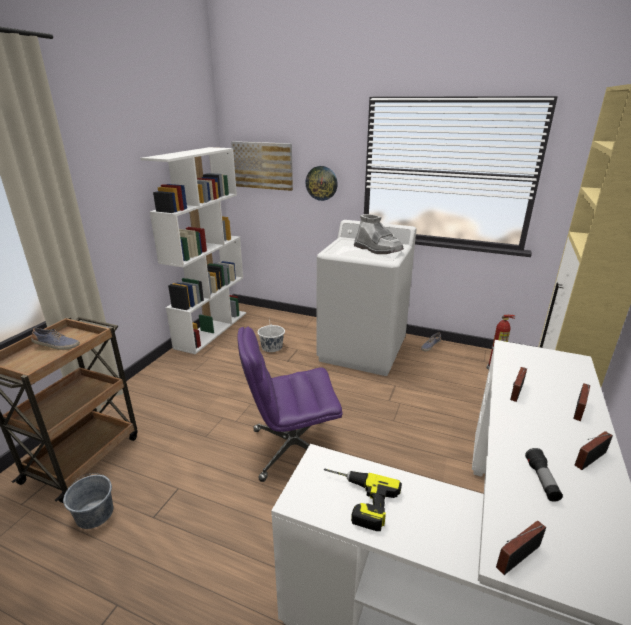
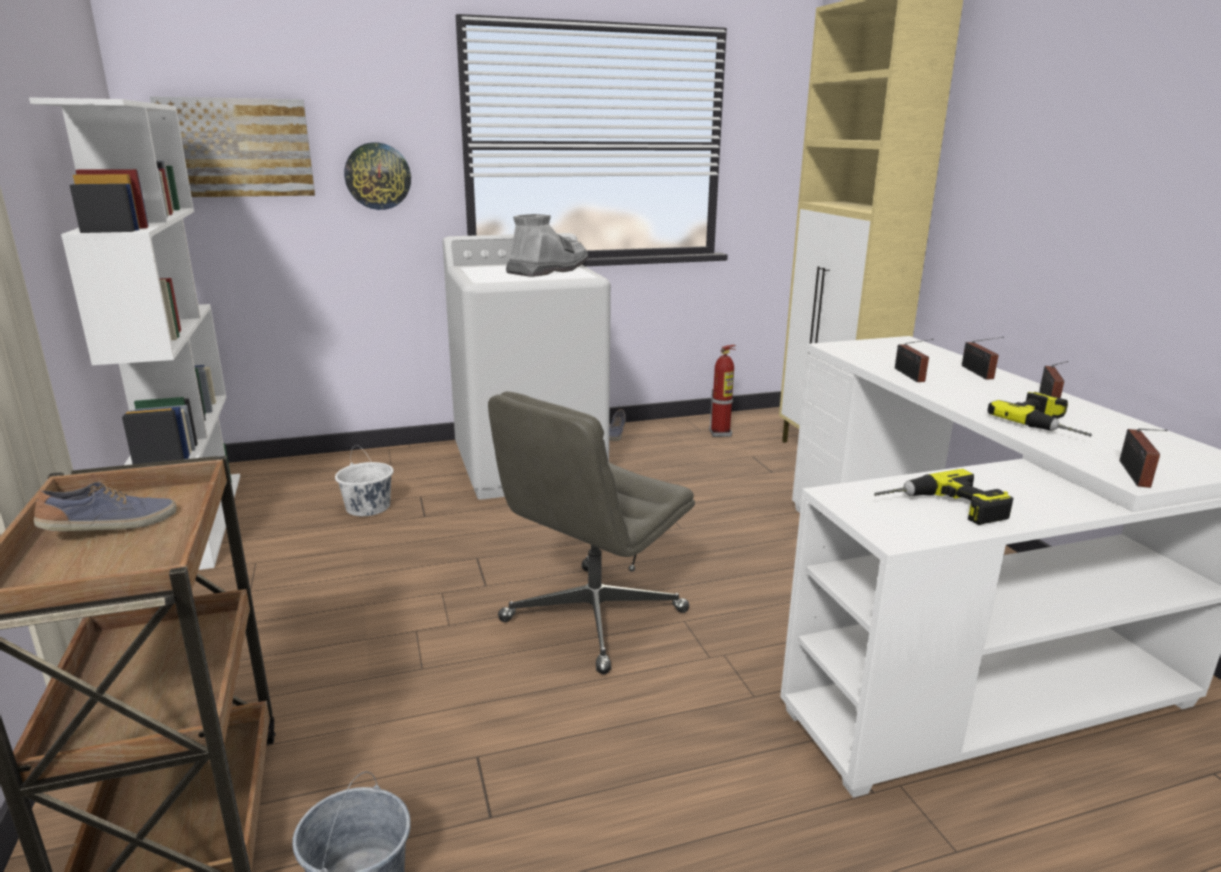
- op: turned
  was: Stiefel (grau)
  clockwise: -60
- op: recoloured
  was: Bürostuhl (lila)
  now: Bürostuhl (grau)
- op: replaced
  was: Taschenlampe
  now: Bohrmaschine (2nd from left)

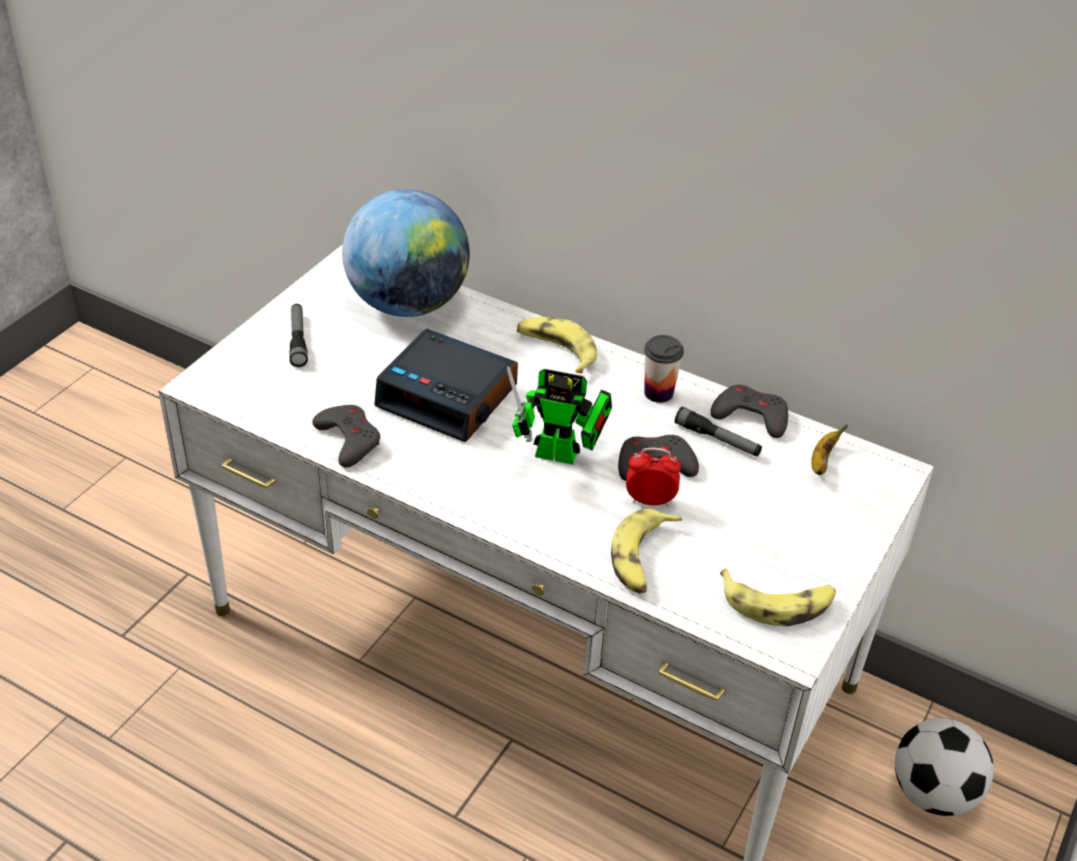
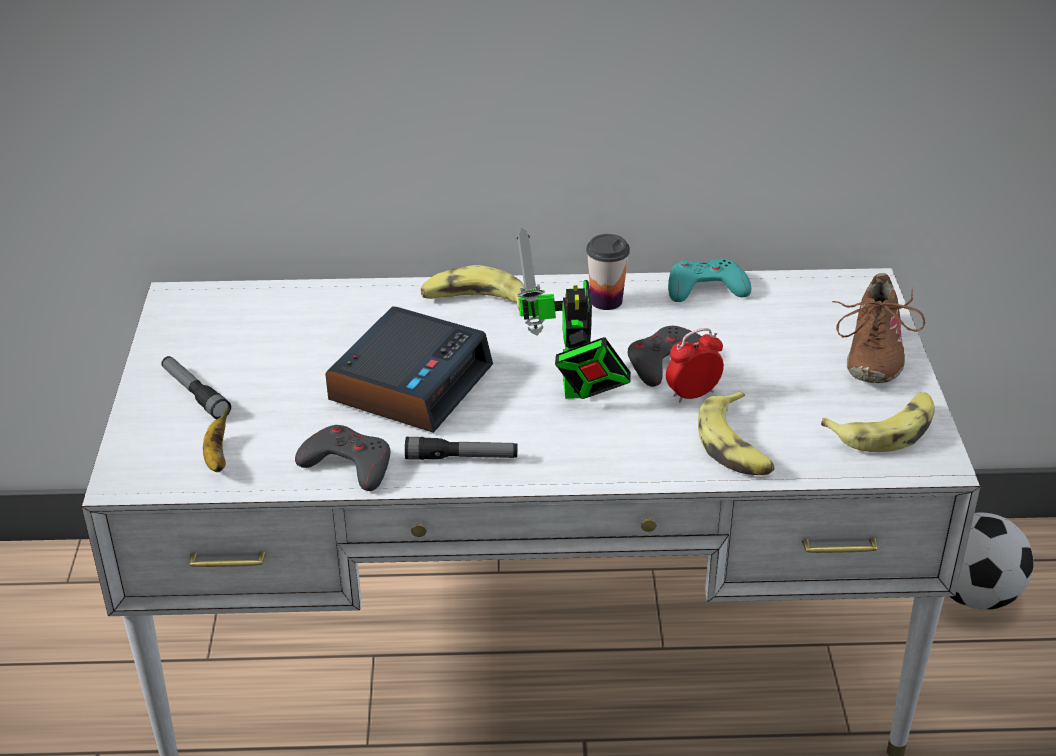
- op: removed
  was: Globus
- op: turned
  was: Wecker (1st from left)
  clockwise: -60
- op: turned
  was: Spielzeugroboter
  clockwise: 105
- op: recoloured
  was: Gamepad (grau) (3rd from left)
  now: Gamepad (türkis)
- op: moved
  was: Taschenlampe (2nd from left)
- op: moved
  was: Banane (4th from left in the first image)
  now: Banane (1st from left)
- op: added
  now: Schuh (braun)

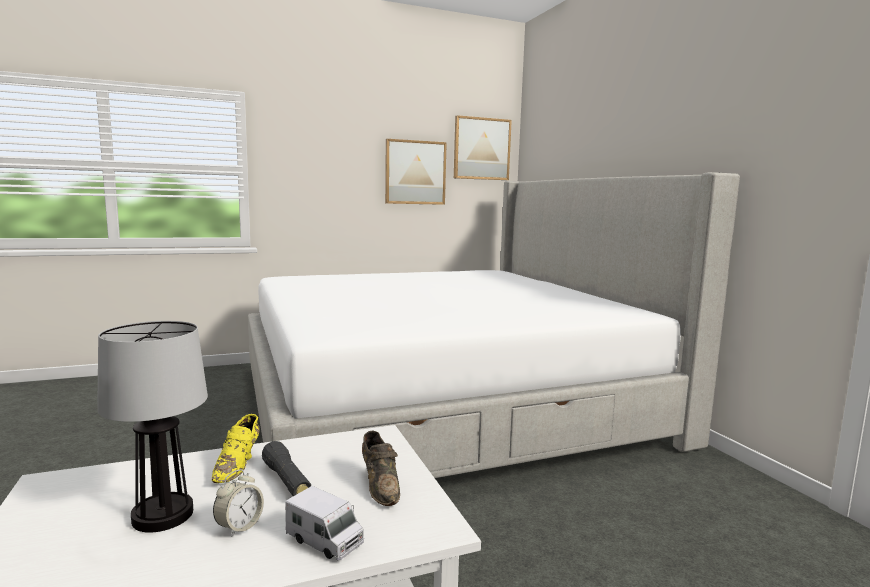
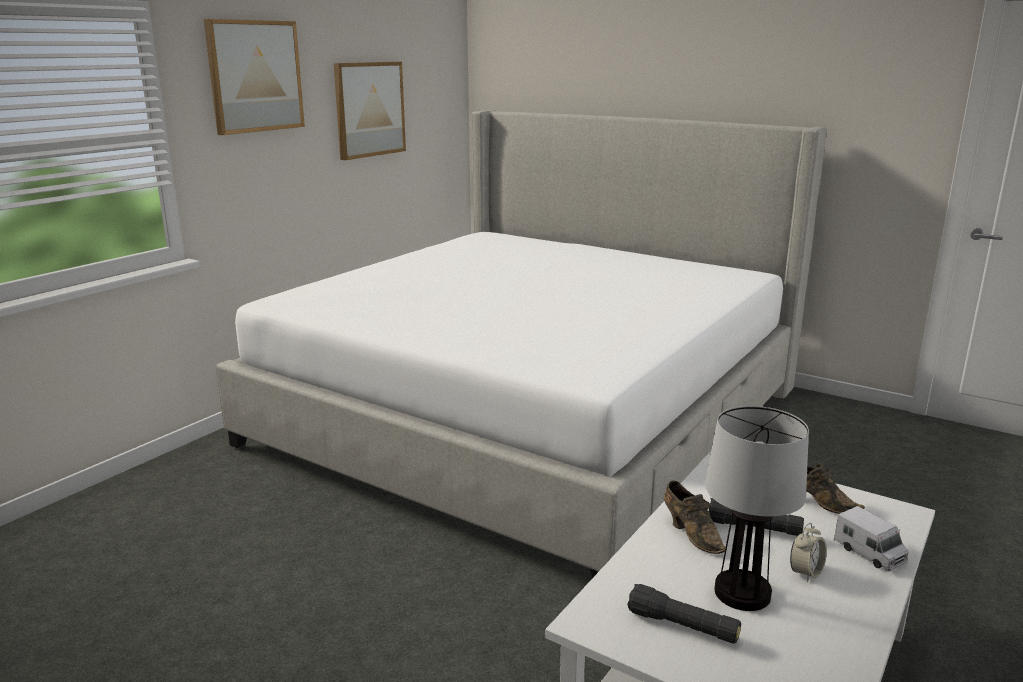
- op: moved
  was: Bild (2nd from left in the first image)
  now: Bild (1st from left)
- op: recoloured
  was: Schuh (gelb)
  now: Schuh (braun) (1st from left)
- op: turned
  was: Wecker
  clockwise: 45
- op: turned
  was: Spielzeuglaster
  clockwise: 60
- op: added
  now: Taschenlampe (schwarz) (1st from left)

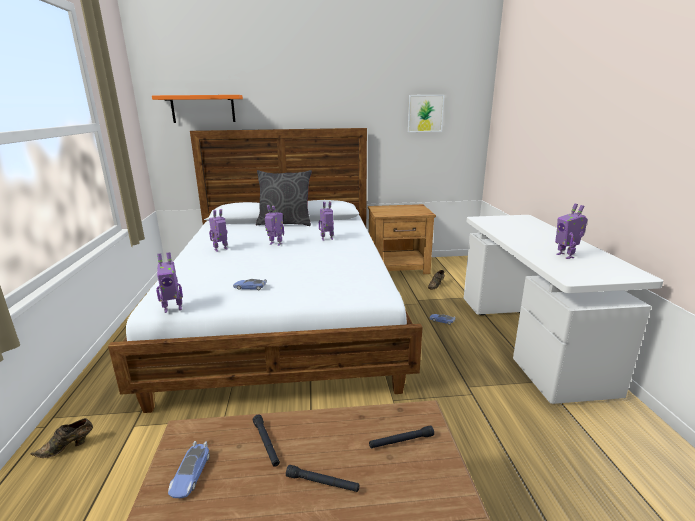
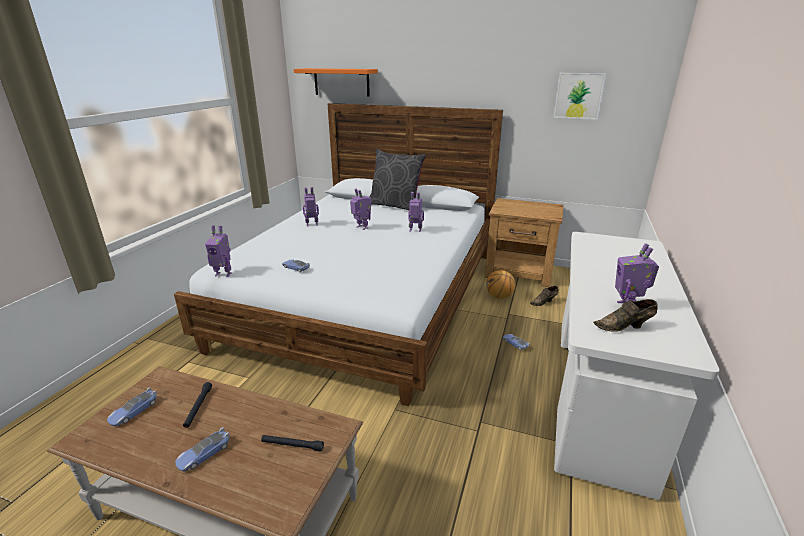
- op: moved
  was: Schuh (braun) (1st from left in the first image)
  now: Schuh (braun) (2nd from left)
- op: replaced
  was: Taschenlampe (schwarz) (2nd from left)
  now: Spielzeugauto (2nd from left)
- op: added
  now: Basketball

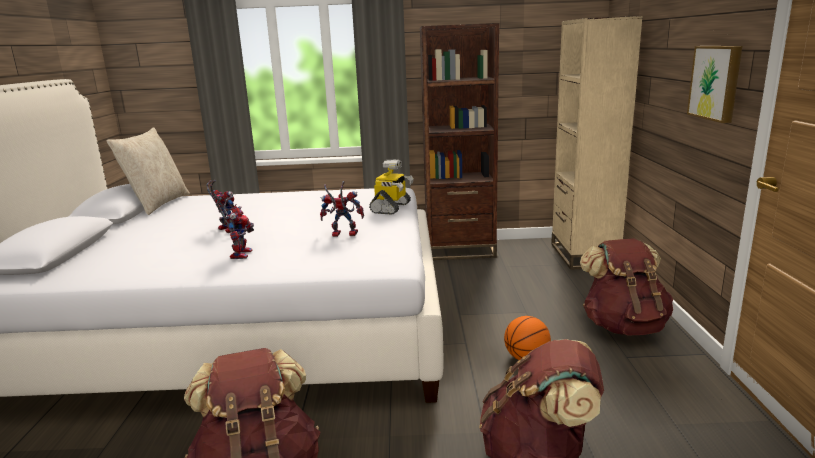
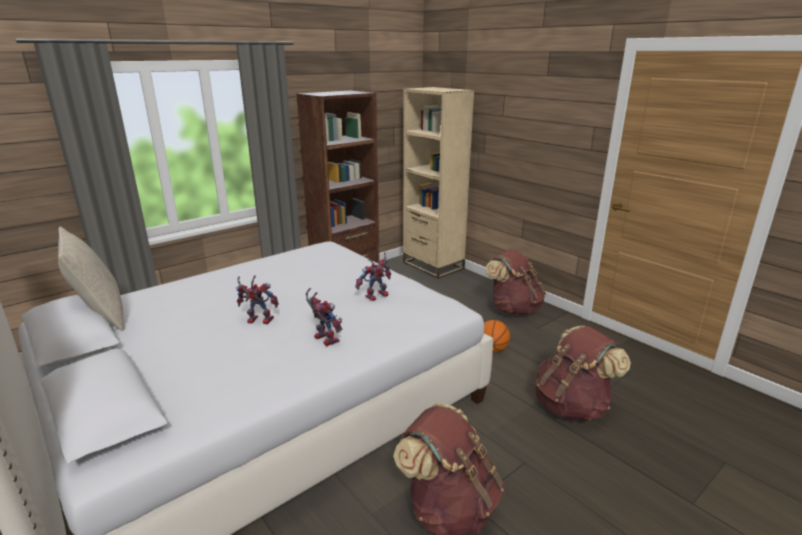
- op: removed
  was: Bild
- op: removed
  was: Spielzeugroboter (4th from left)

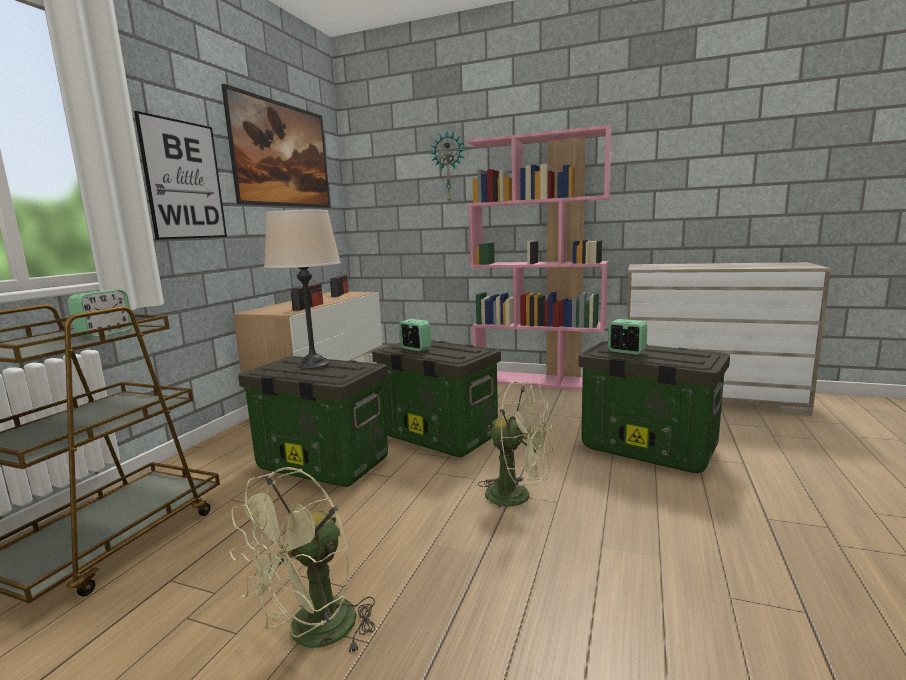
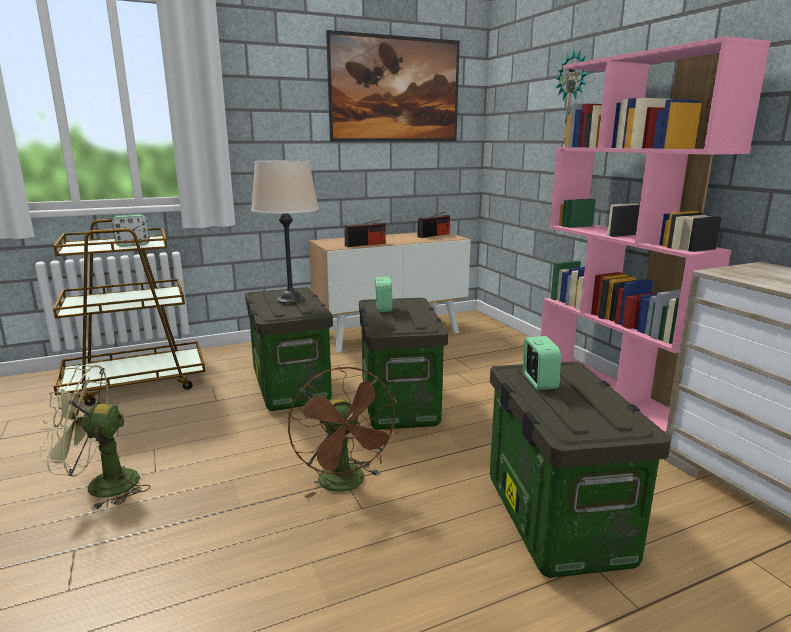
- op: removed
  was: Bild (1st from left)
- op: recoloured
  was: Ventilator (grün) (2nd from left)
  now: Ventilator (braun)

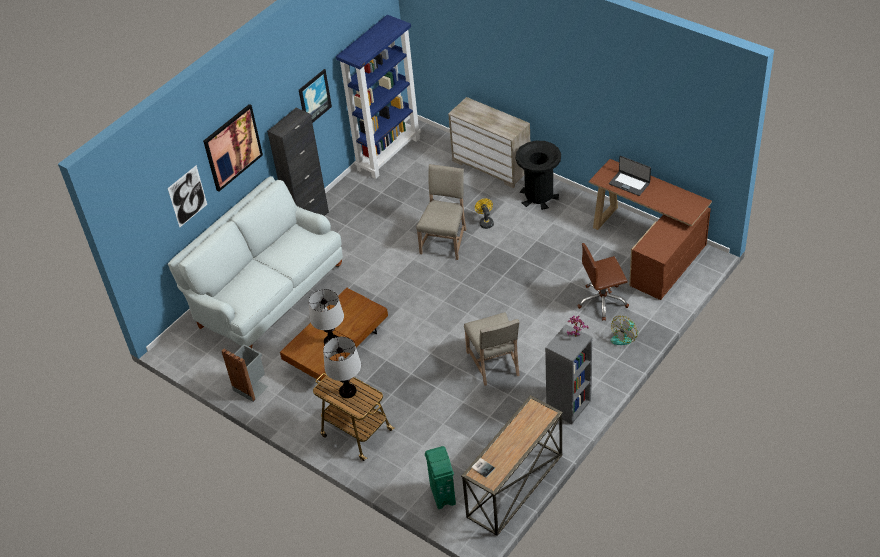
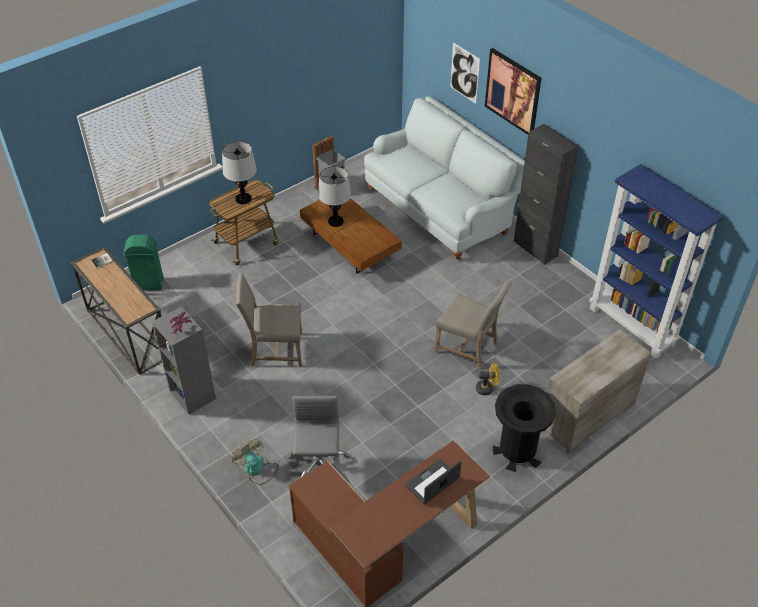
- op: removed
  was: Bild (3rd from left)
- op: recoloured
  was: Bürostuhl (braun)
  now: Bürostuhl (grau)

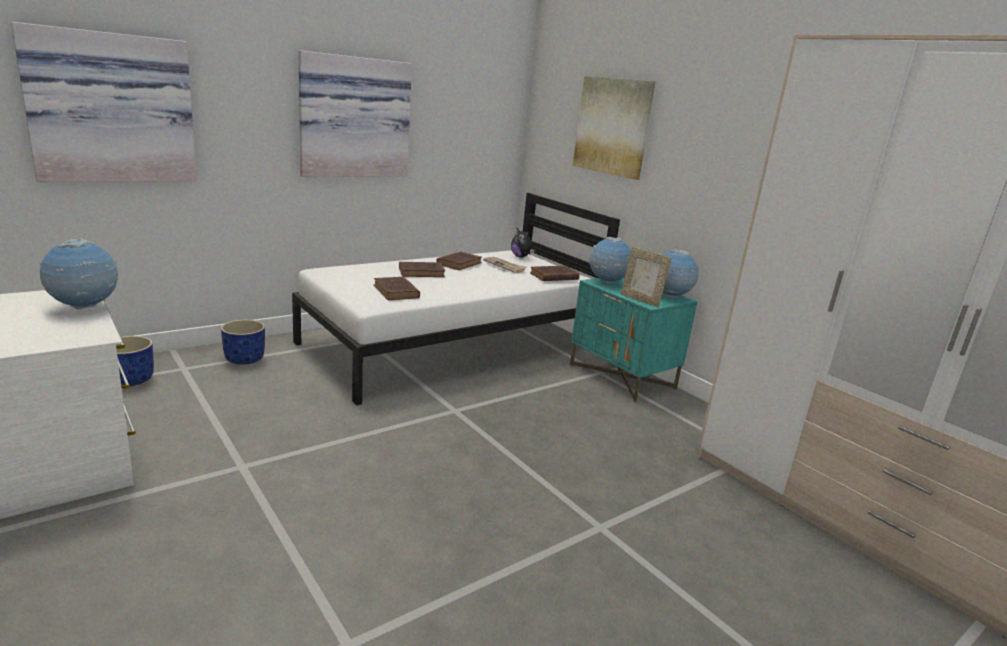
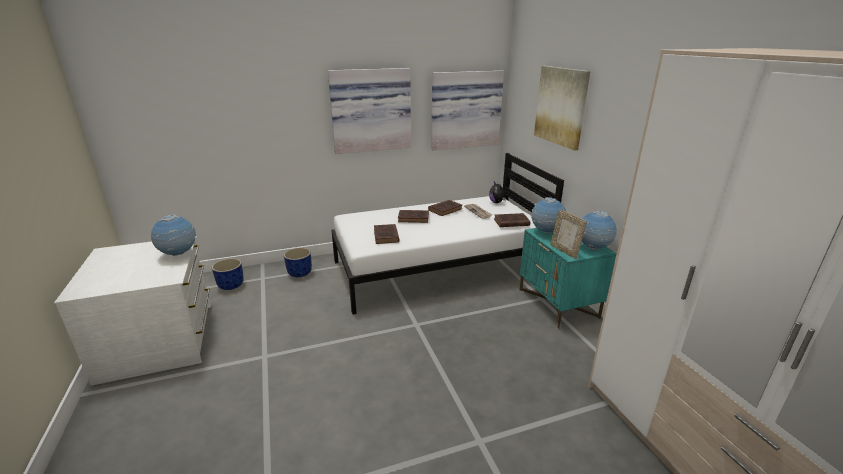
- op: moved
  was: Bild (1st from left in the first image)
  now: Bild (2nd from left)

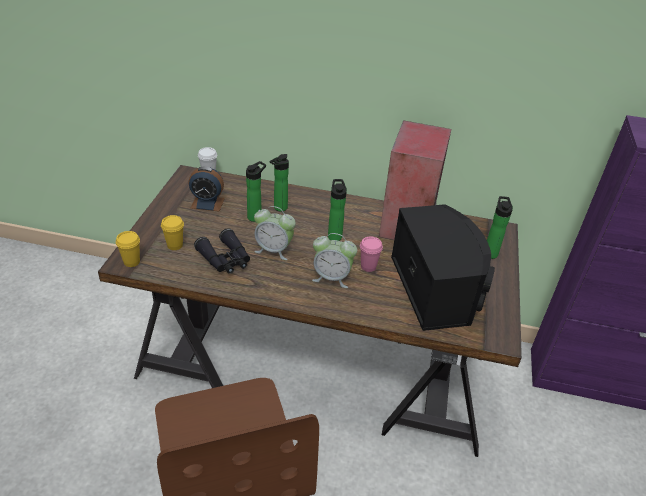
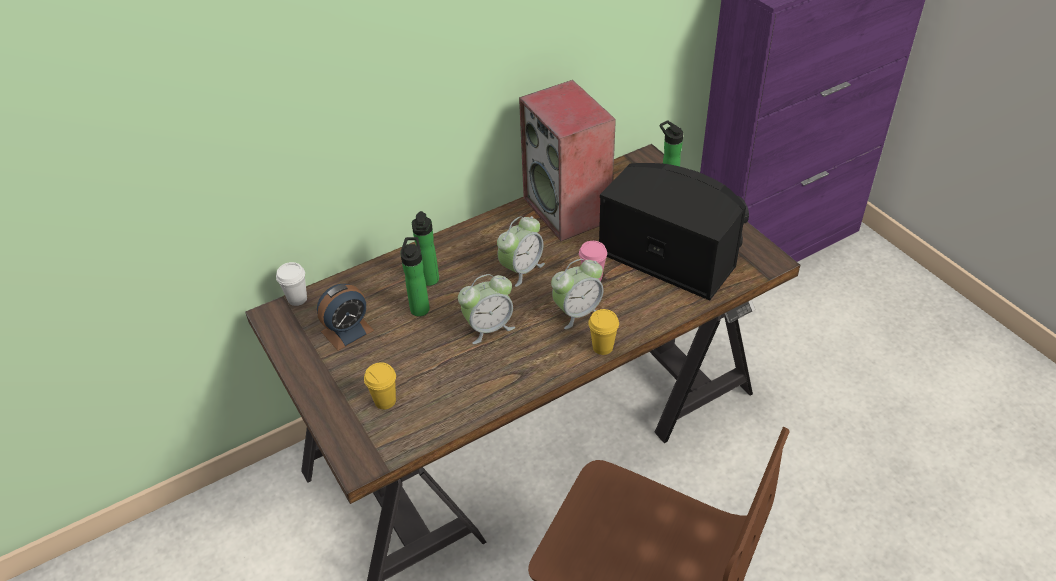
- op: replaced
  was: Flasche (3rd from left)
  now: Wecker (3rd from left)
- op: removed
  was: Fernglas (schwarz)
- op: moved
  was: Tasse (gelb) (1st from left in the first image)
  now: Tasse (gelb) (2nd from left)

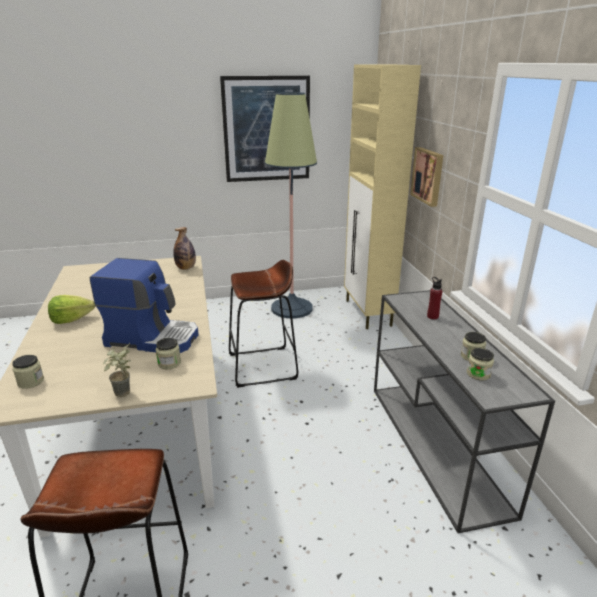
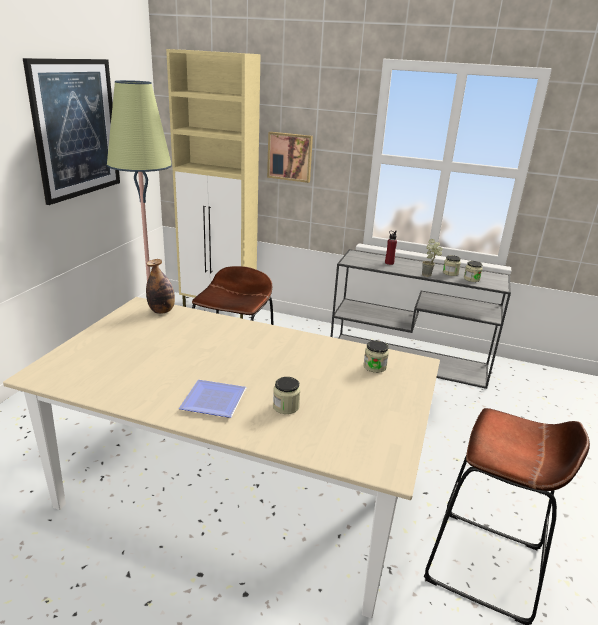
- op: removed
  was: Kaffeemaschine
- op: replaced
  was: Salatkopf
  now: Teller
- op: moved
  was: Topfpflanze
- op: moved
  was: Vorratsglas (1st from left)

